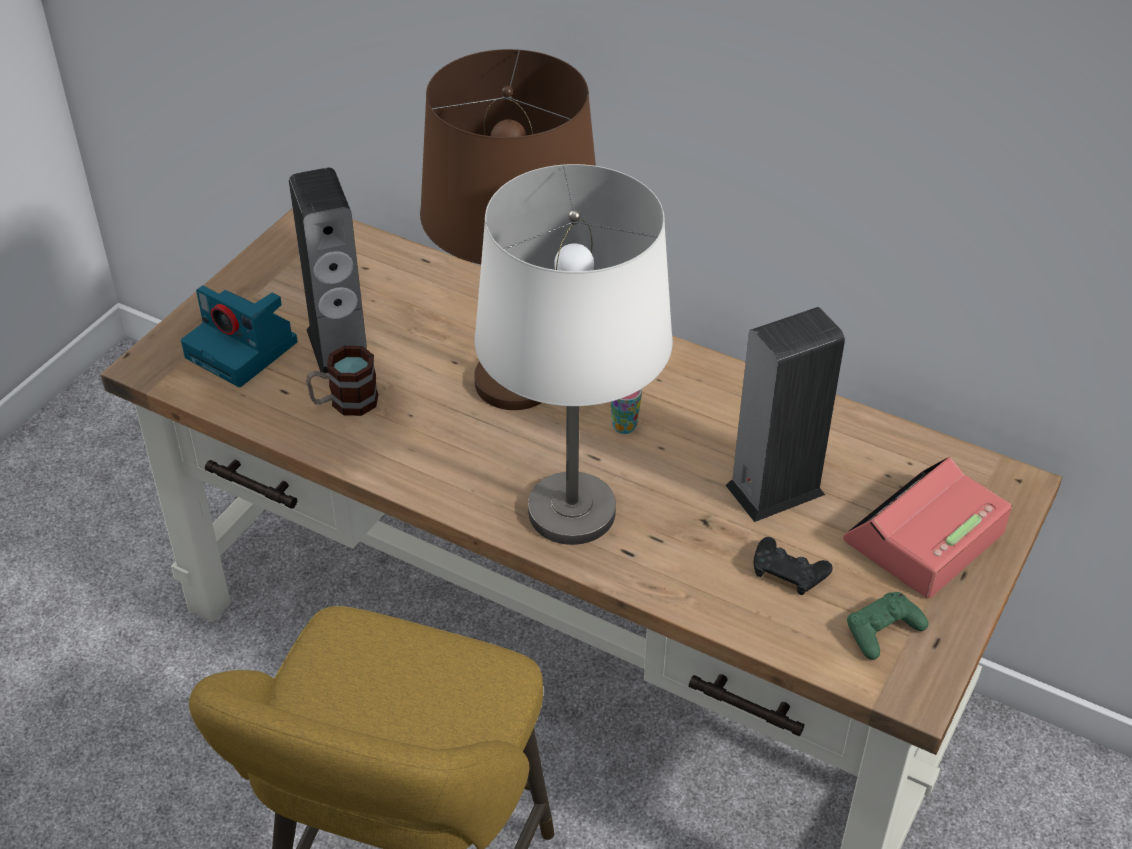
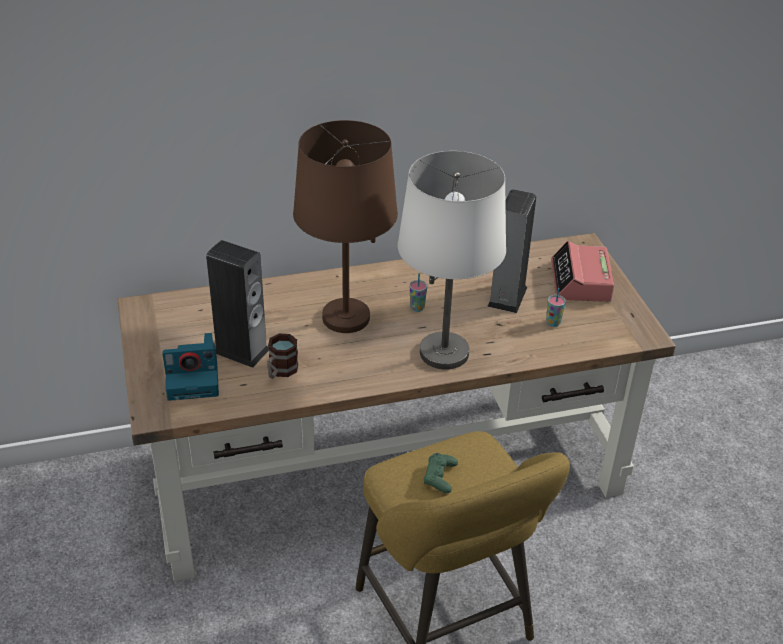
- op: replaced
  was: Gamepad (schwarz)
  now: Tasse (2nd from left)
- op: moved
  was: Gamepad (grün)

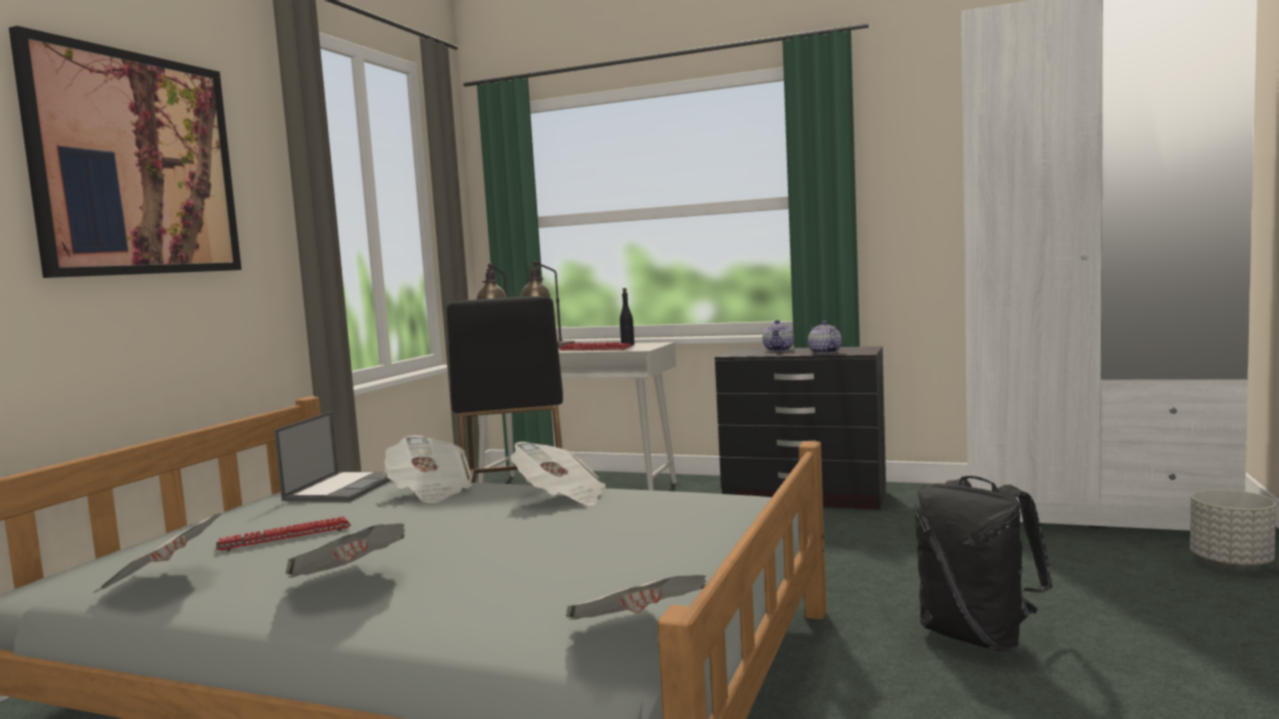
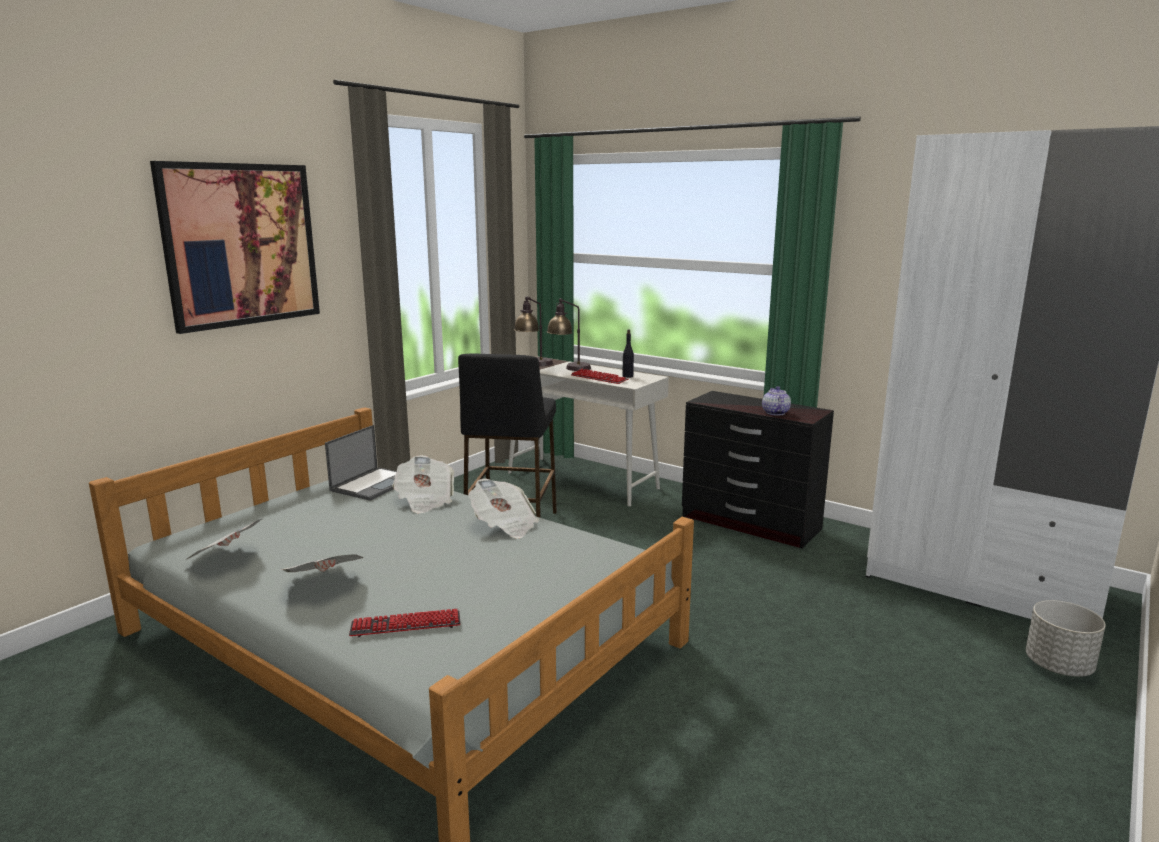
- op: removed
  was: Teekanne (1st from left)
- op: removed
  was: Rucksack (schwarz)
- op: moved
  was: Tastatur (1st from left)
- op: removed
  was: Zeitung (5th from left)

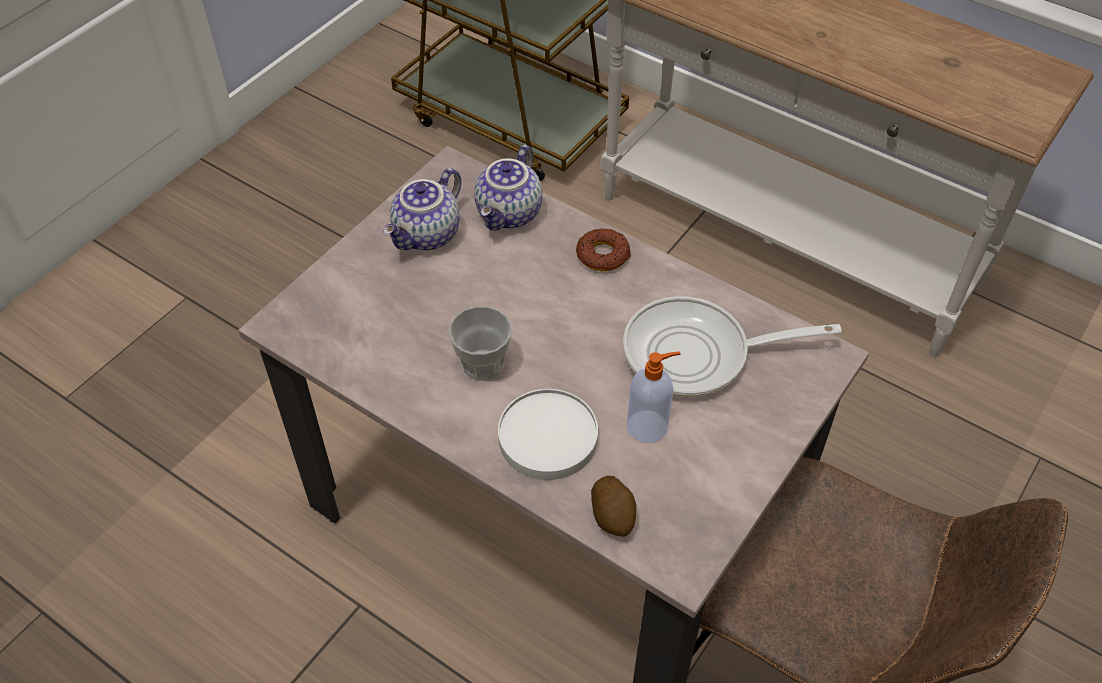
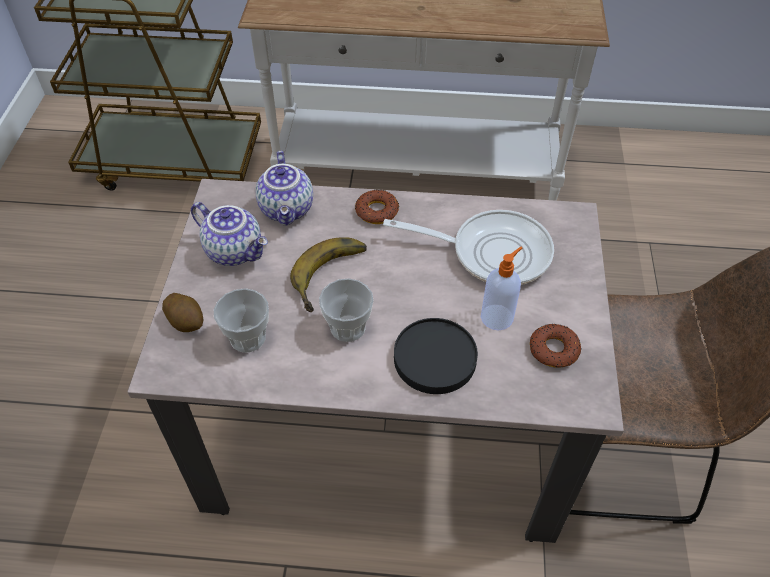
- op: turned
  was: Teekanne (1st from left)
  clockwise: -60
- op: turned
  was: Pfanne
  clockwise: -135
- op: recoloured
  was: Teller (weiß)
  now: Teller (schwarz)
- op: moved
  was: Kartoffel
- op: added
  now: Banane
- op: added
  now: Tasse (1st from left)
- op: added
  now: Donut (2nd from left)

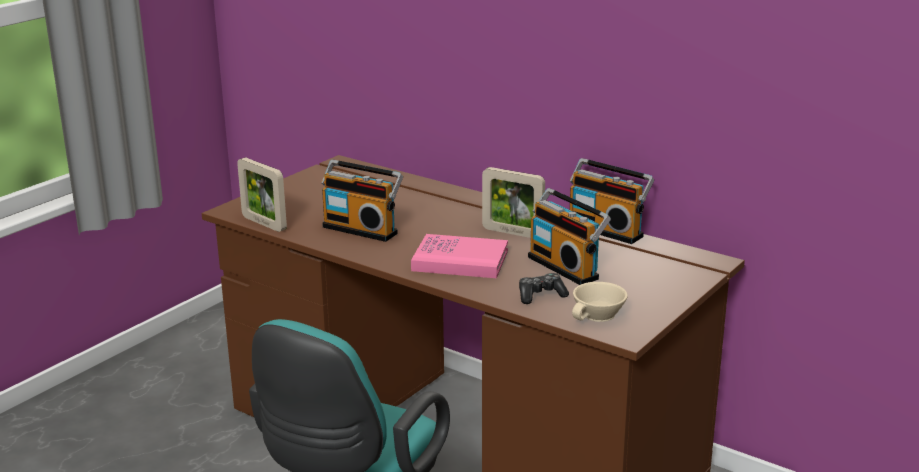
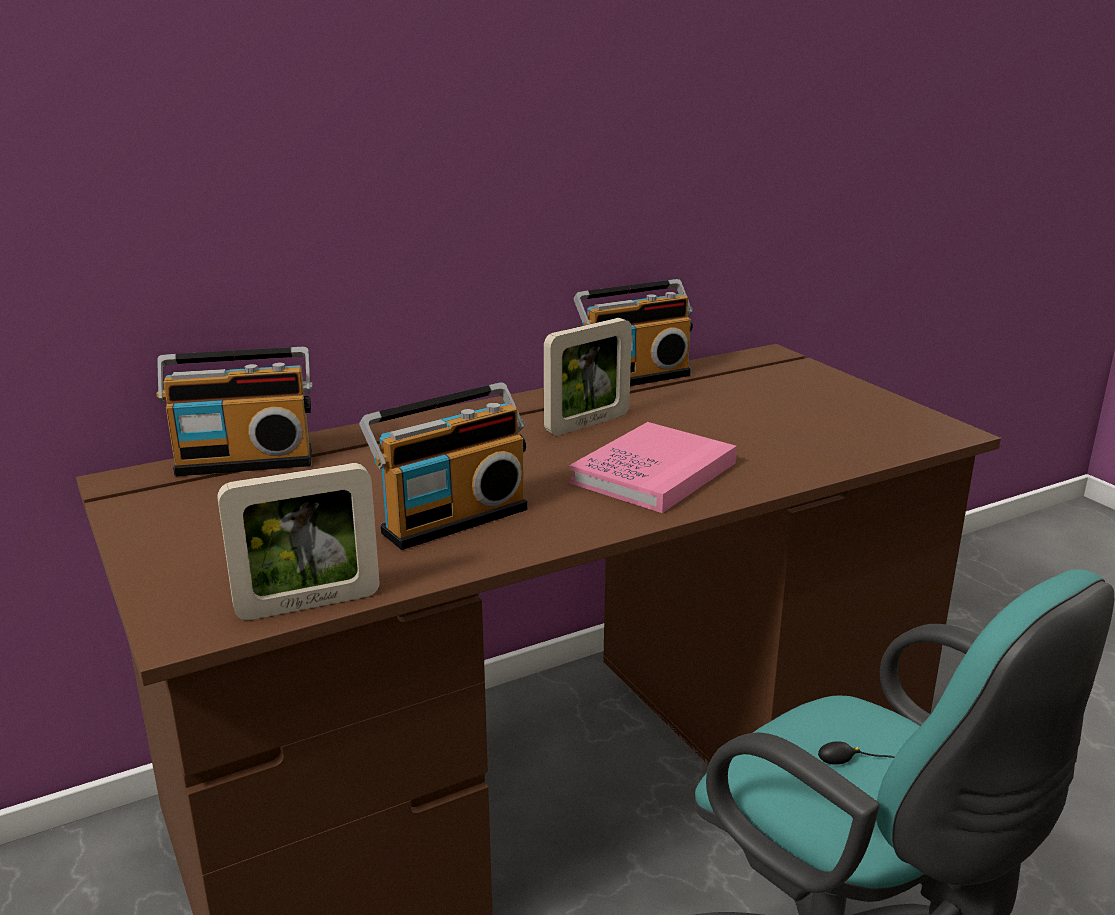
- op: moved
  was: Radio (2nd from left in the first image)
  now: Radio (1st from left)
- op: removed
  was: Gamepad
- op: removed
  was: Tasse (beige)

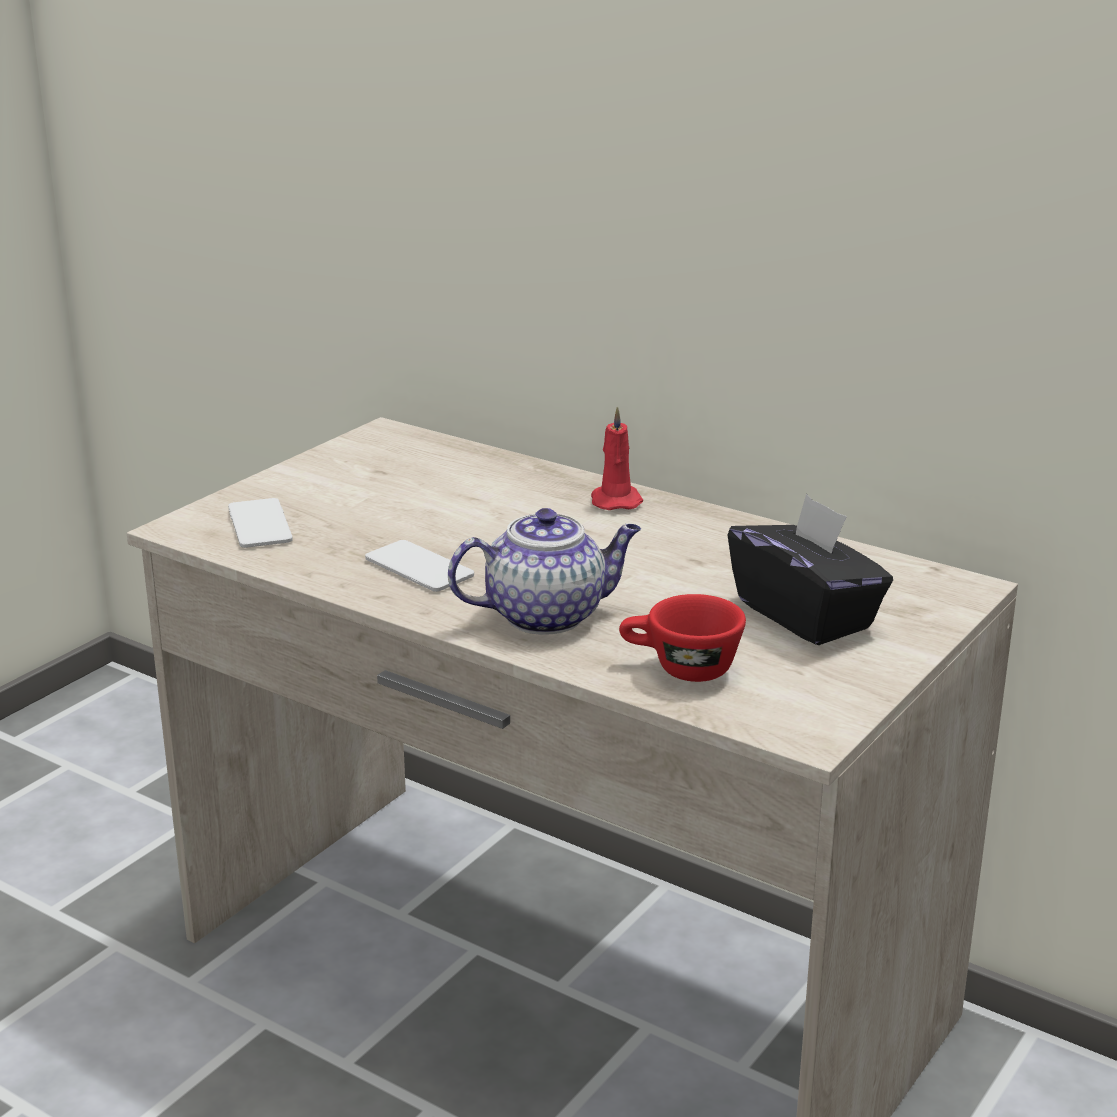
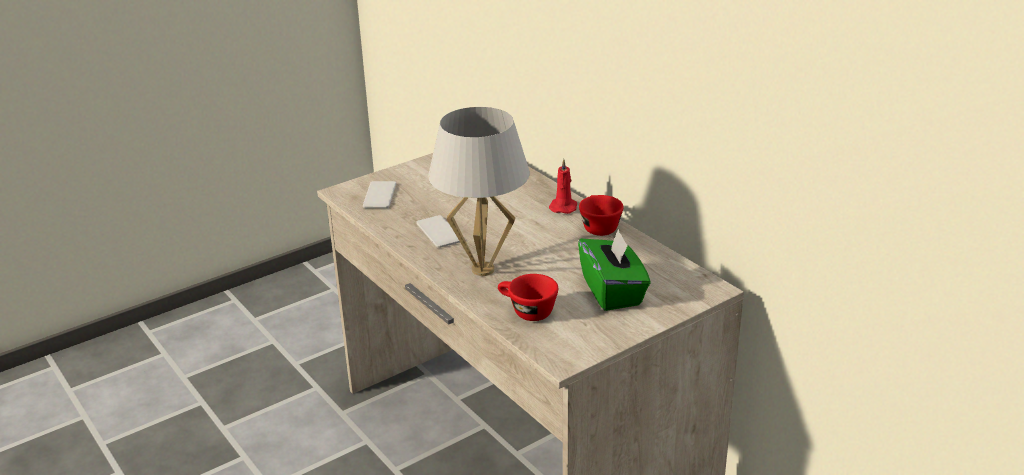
- op: recoloured
  was: Taschentuchbox (schwarz)
  now: Taschentuchbox (grün)
- op: replaced
  was: Teekanne
  now: Tischlampe (weiß)
- op: added
  now: Tasse (rot) (2nd from left)

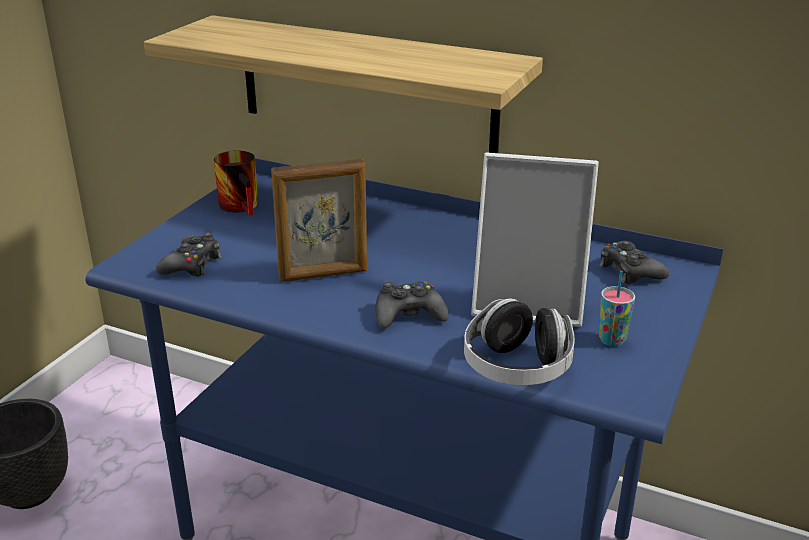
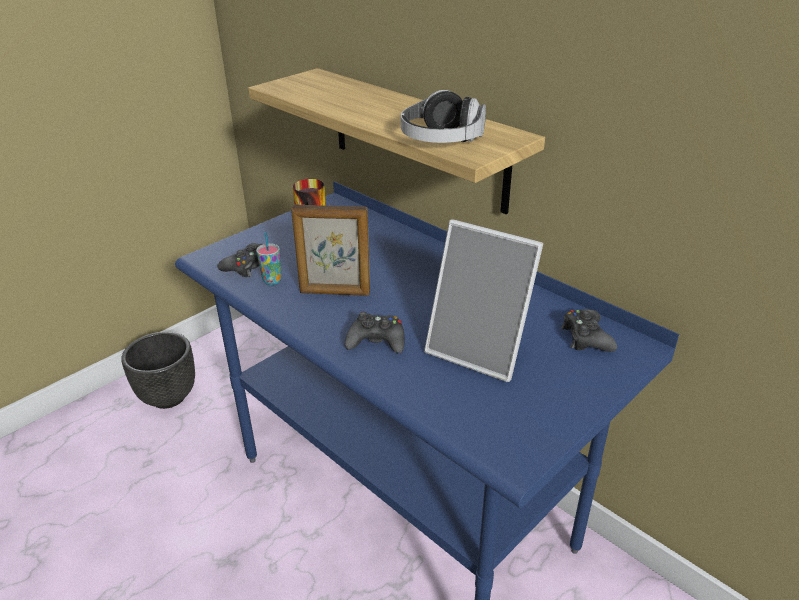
- op: moved
  was: Tasse
- op: moved
  was: Kopfhörer

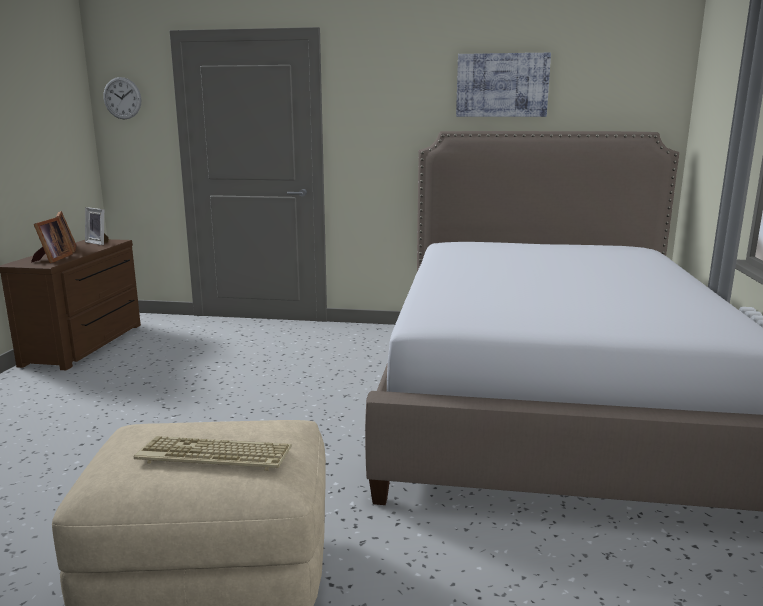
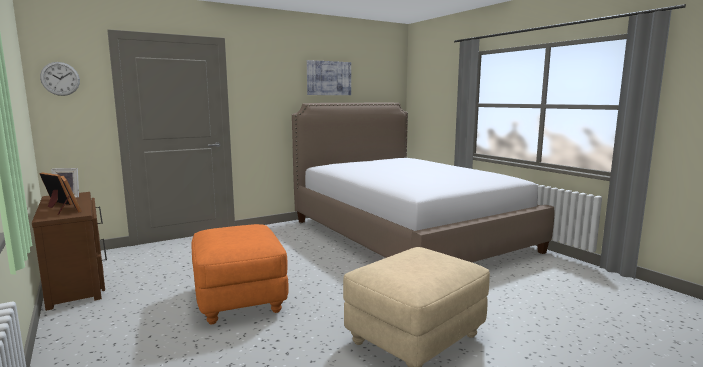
- op: removed
  was: Tastatur
- op: added
  now: Polsterhocker (orange)

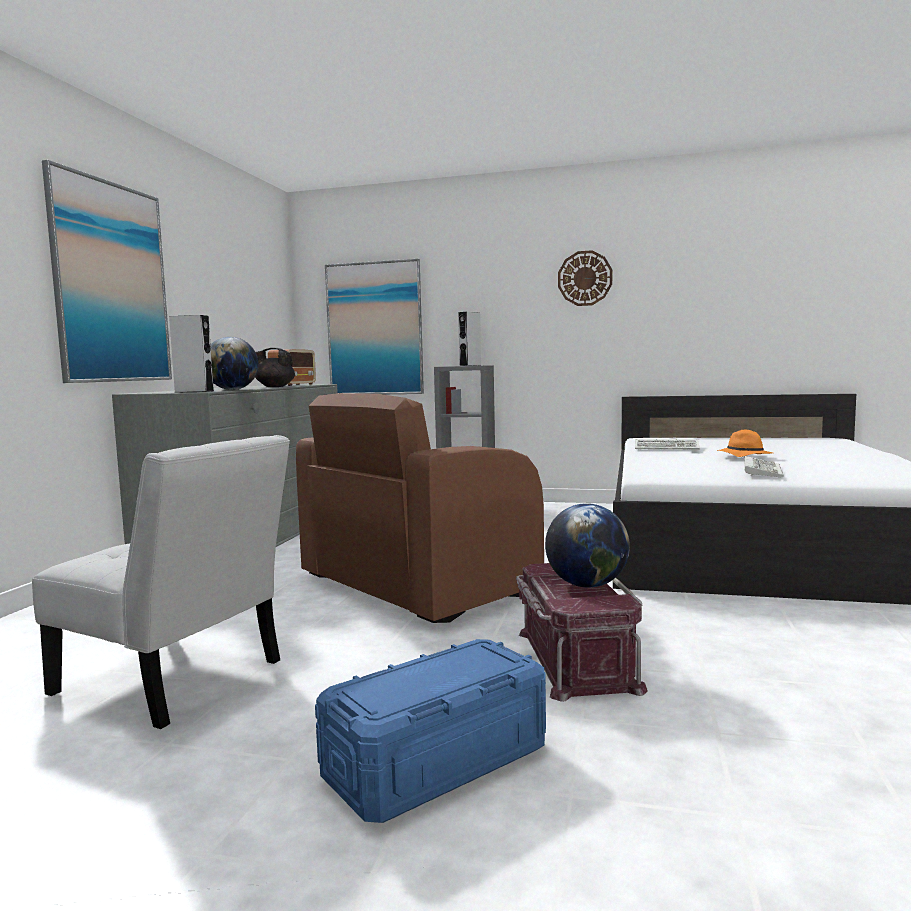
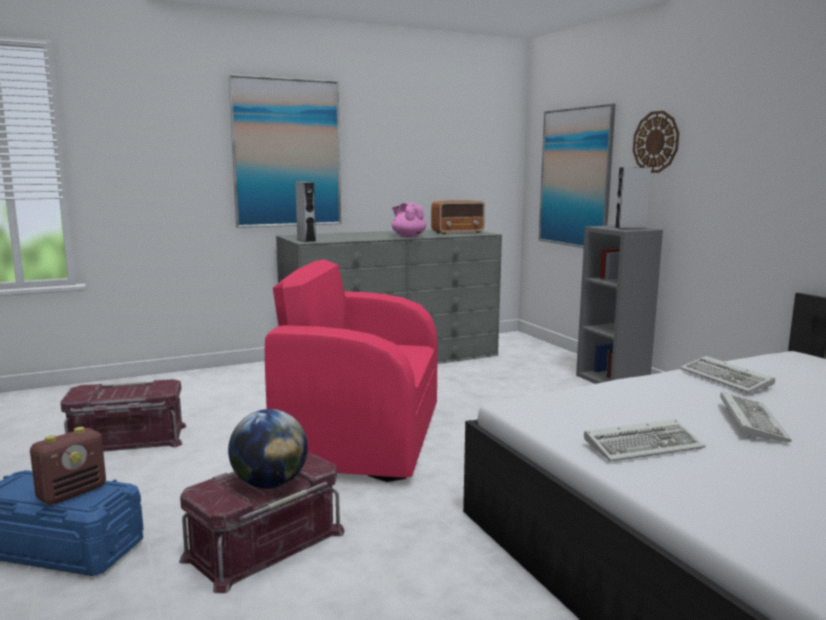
- op: moved
  was: Wanduhr
- op: removed
  was: Globus (1st from left)
- op: recoloured
  was: Teekanne (schwarz)
  now: Teekanne (rosa)
- op: recoloured
  was: Sessel (braun)
  now: Sessel (rosa)
- op: replaced
  was: Hut (orange)
  now: Tastatur (3rd from left)
- op: replaced
  was: Stuhl (weiß)
  now: Aufbewahrungsbox (rot) (1st from left)
- op: added
  now: Radio (1st from left)

